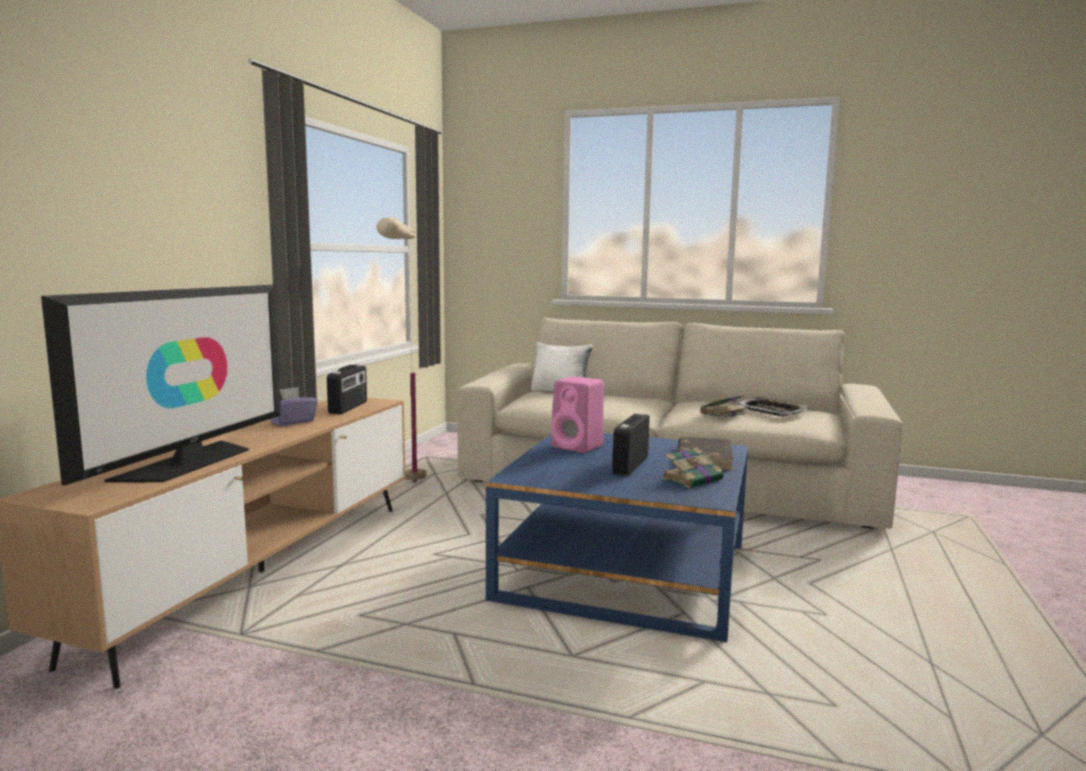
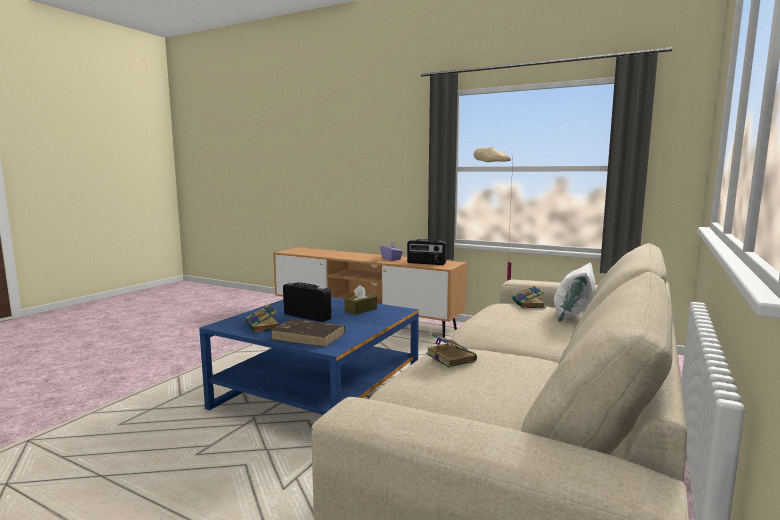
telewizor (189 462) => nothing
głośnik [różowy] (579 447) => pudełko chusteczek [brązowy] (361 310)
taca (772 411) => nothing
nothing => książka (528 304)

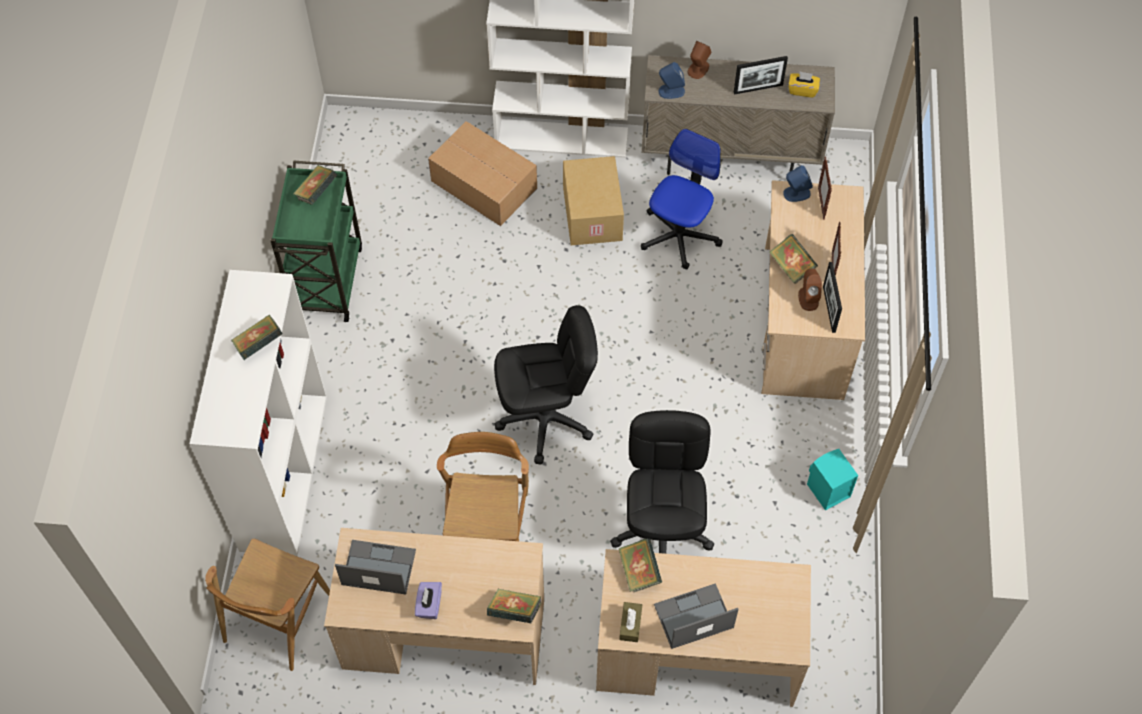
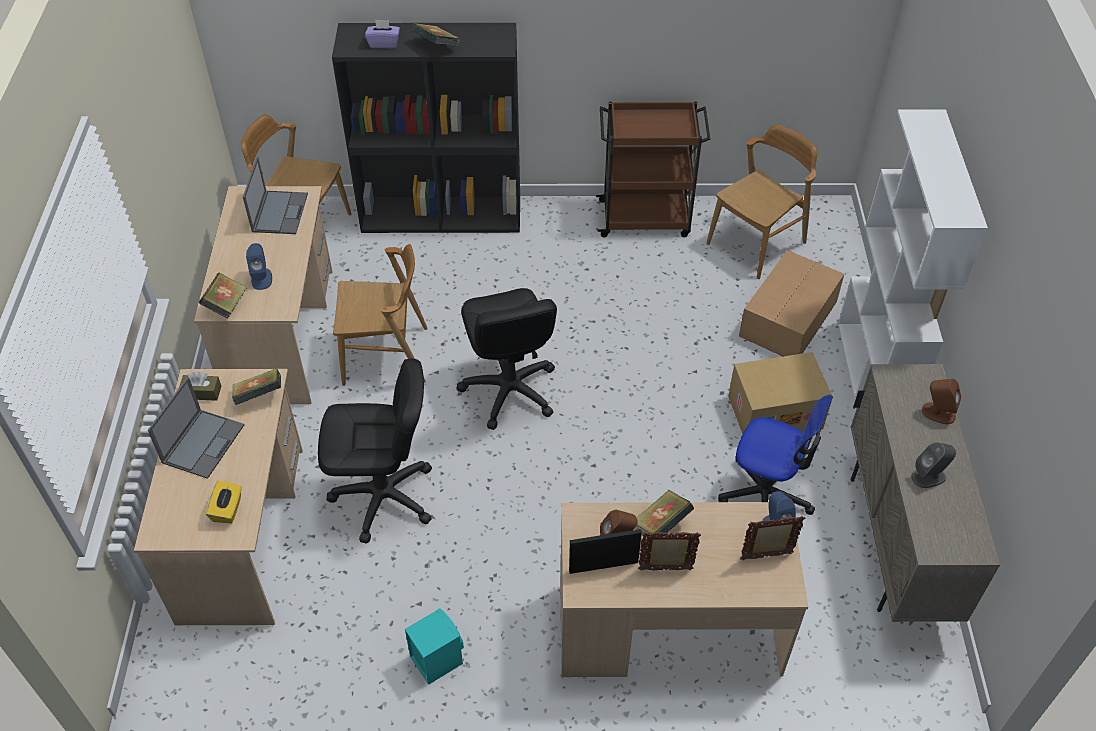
regał [biały] (283 471) => regał [czarny] (443 214)
wózek [zielony] (327 279) => wózek [brązowy] (646 218)
książka (317 192) => nothing
pudełko chusteczek [fioletowy] (429 605) => pudełko chusteczek [fioletowy] (384 43), move
laptop (692 617) => laptop (203 443), 45 degrees clockwise
głośnik [niebieski] (671 91) => głośnik [niebieski] (261 278), move
ramka na zdjęcie (758 88) => głośnik [szary] (929 476)
pudełko chusteczek [żółty] (802 90) => pudełko chusteczek [żółty] (228 510), move
nothing => krzesło [brązowy] (757 243)

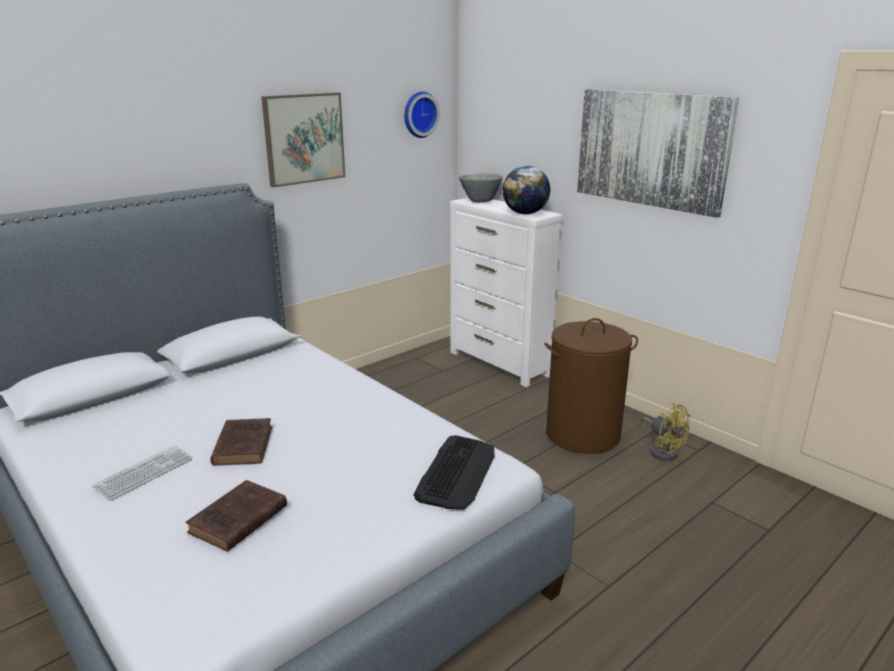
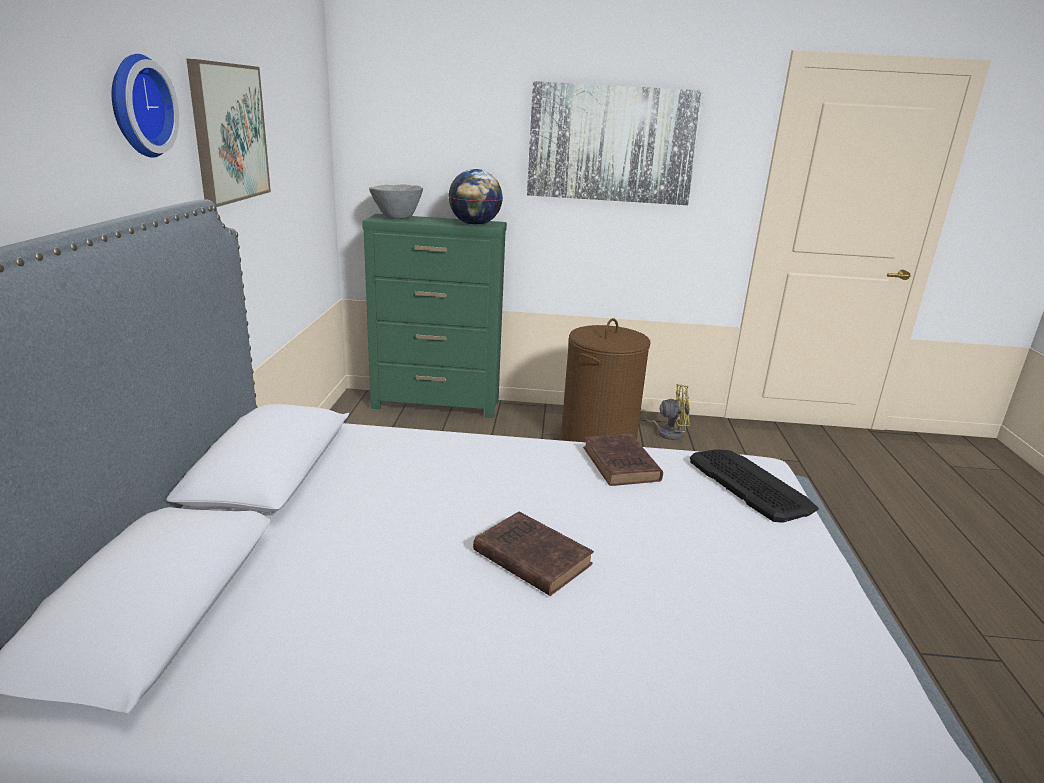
klawiatura (144 473) => nothing
książka [brązowy] (236 521) => książka [brązowy] (621 465), move
zegar ścienny (419 114) => zegar ścienny (137 106), move
komoda [biały] (499 364) => komoda [zielony] (437 405)

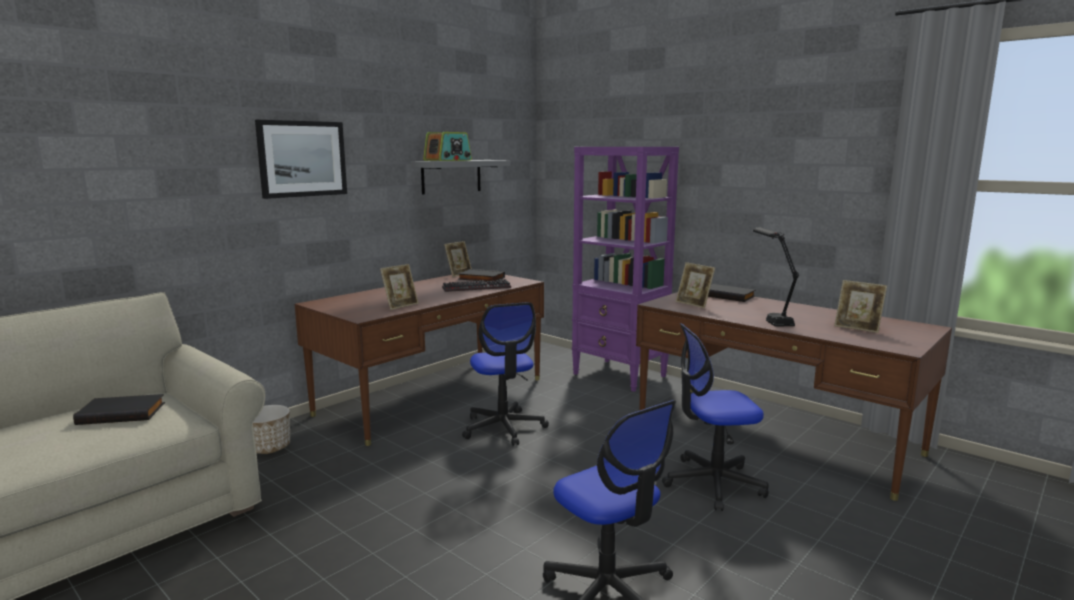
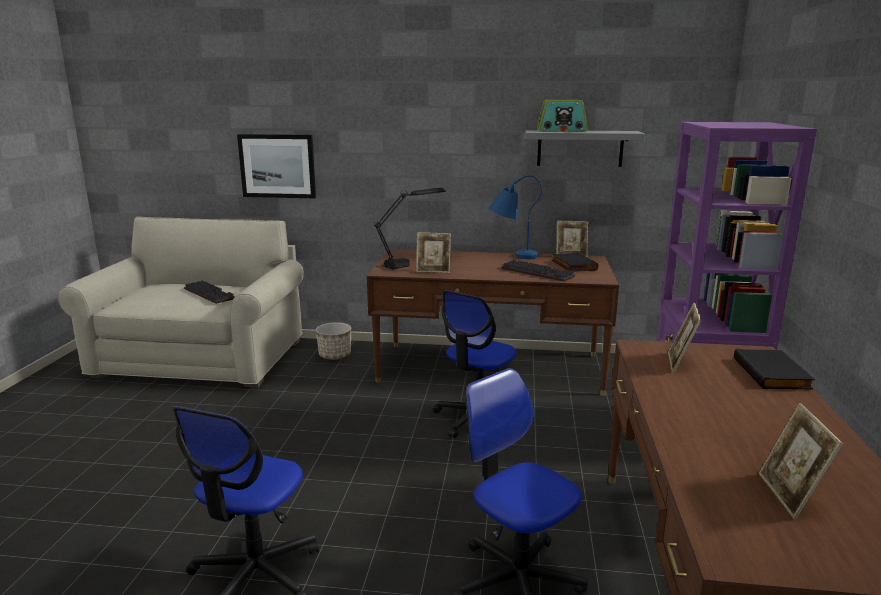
książka [czarny] (123 413) => klawiatura (211 294)
obraz (302 159) => obraz (277 166), move
lampa stołowa [czarny] (770 317) => lampa stołowa [czarny] (411 263), move
nothing => lampa stołowa [niebieski] (511 255)

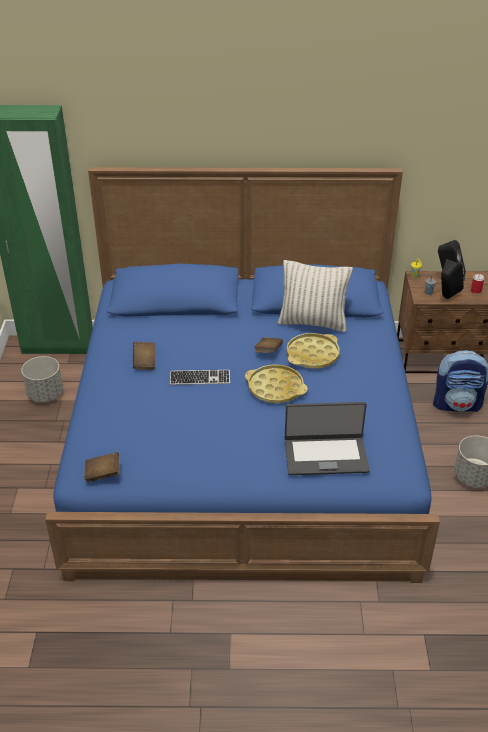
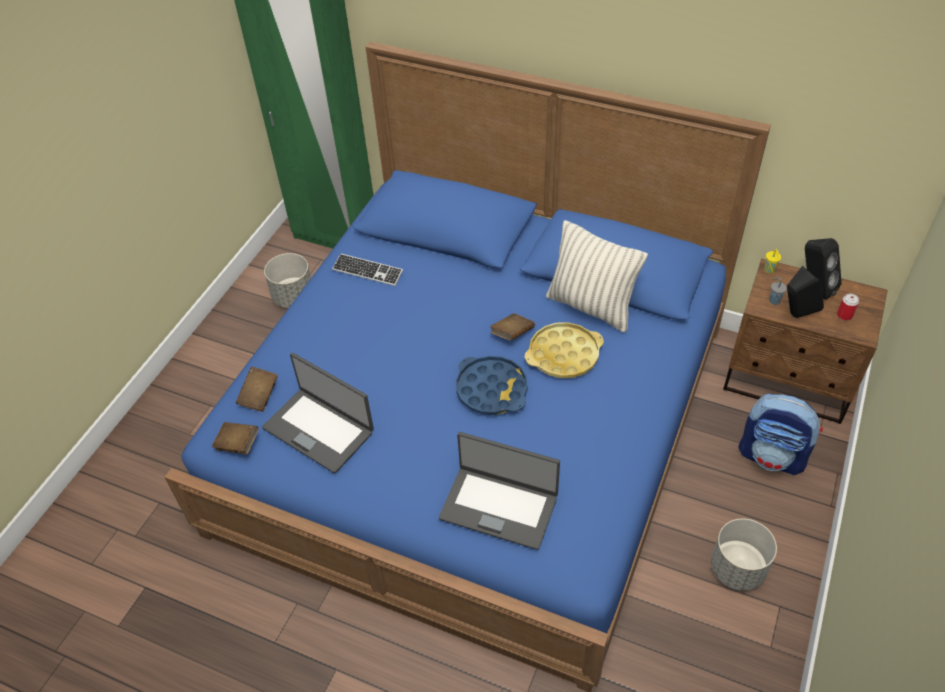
książka [brązowy] (144 362) => książka [brązowy] (259 396), move
klawiatura (200 379) => klawiatura (367 271), move
taca [żółty] (275 388) => taca [niebieski] (491 390)
nothing => laptop (319 429)

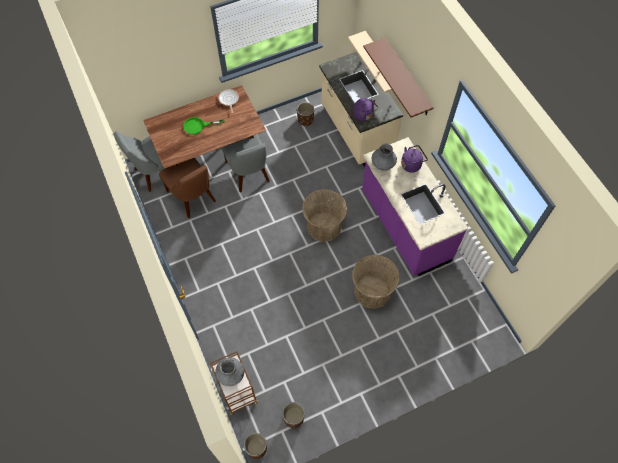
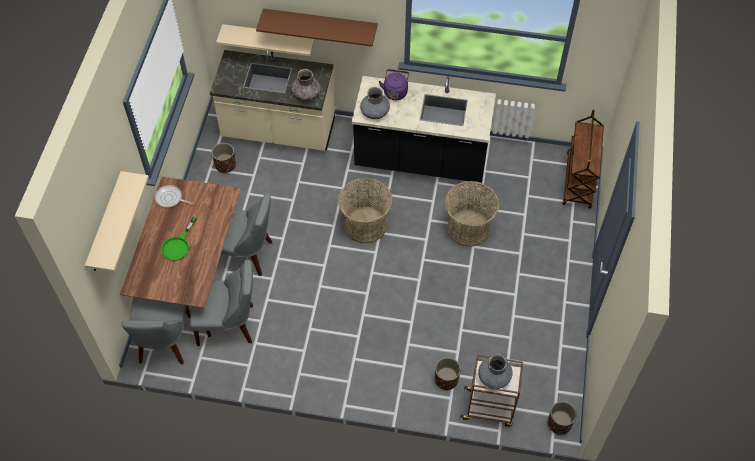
krzesło [brązowy] (192 197) => krzesło [szary] (228 324)
donica [brązowy] (293 418) => donica [brązowy] (446 380), move
czajnik [fioletowy] (364 115) => wazon [szary] (306 94)
zabudowa kuchenna [fioletowy] (404 226) => zabudowa kuchenna [czarny] (421 160)
nothing => półka [beżowy] (106 224)
nothing => wózek [brązowy] (579 181)

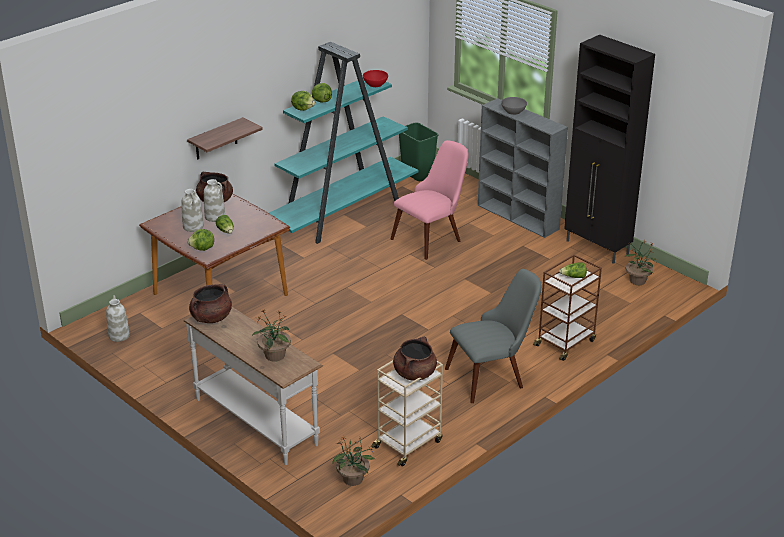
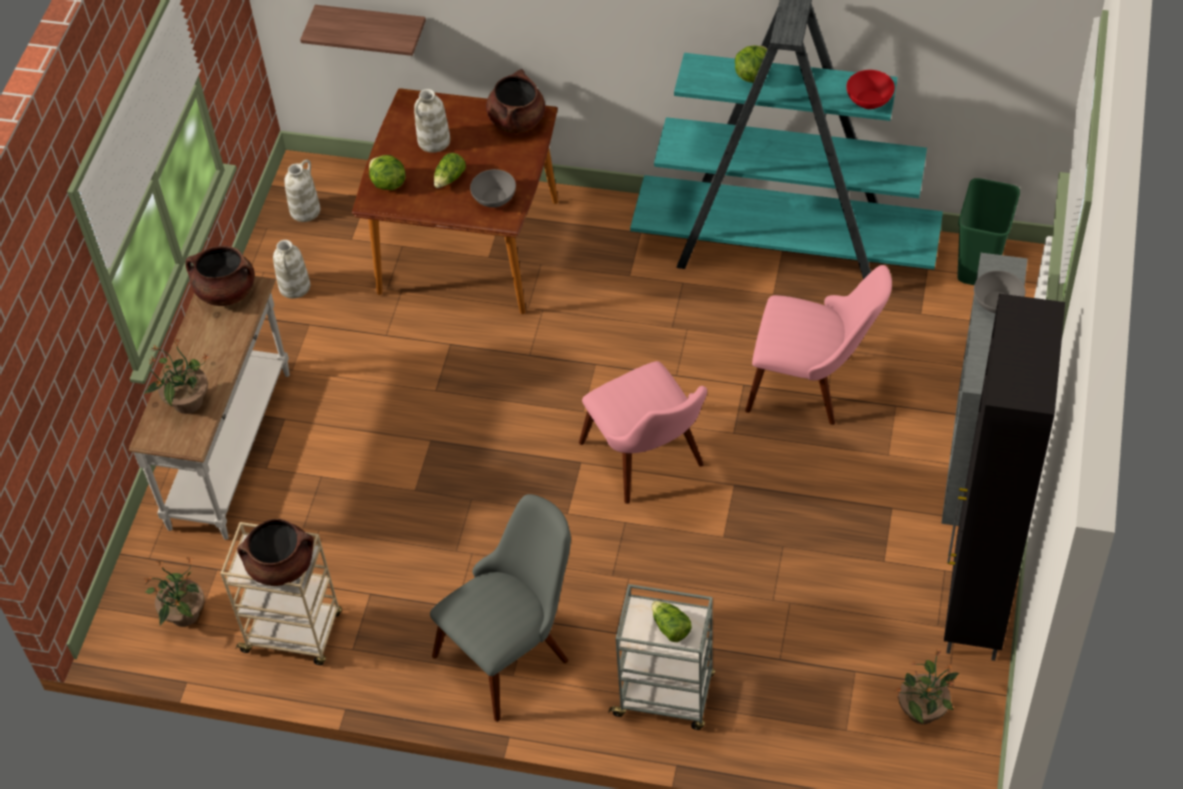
półka (216 139) => półka (372 26), move
wazon [biały] (215 217) => wazon [biały] (295 287), move
sałata (303 109) => nothing
krzesło [szary] (493 375) => krzesło [szary] (513 648), 75 degrees counterclockwise
wózek [brązowy] (565 342) => wózek [szary] (665 696)
nothing => miska [szary] (494 198)
nothing => krzesło [różowy] (651 463)

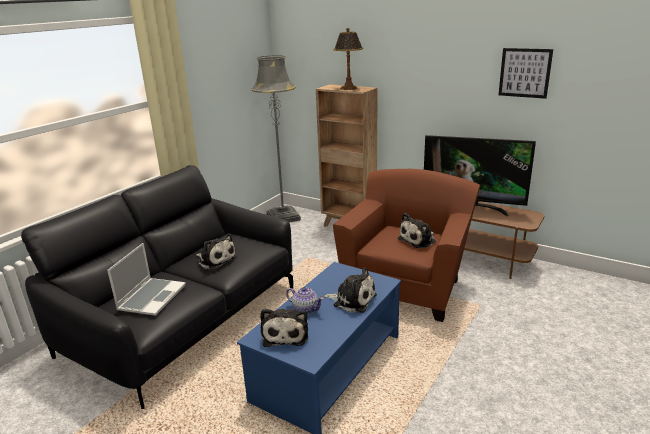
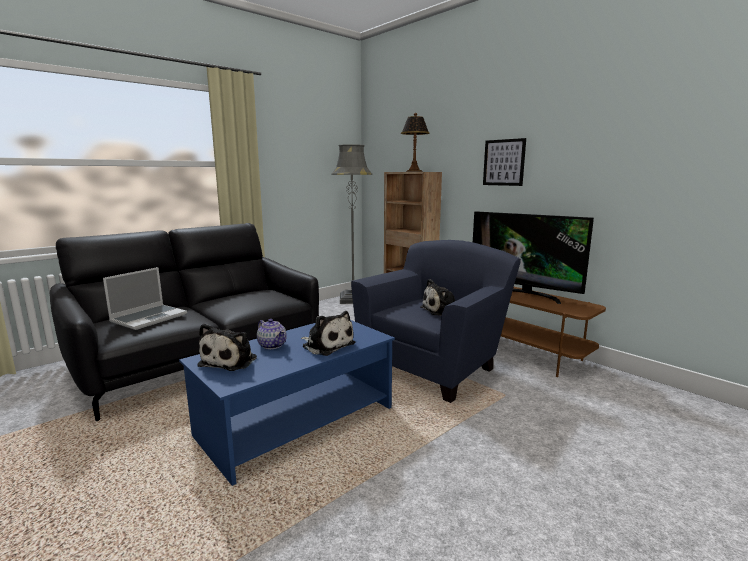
pluszak (215 260) => nothing
fotel [brązowy] (407 286) => fotel [niebieski] (433 366)
obraz (525 73) => obraz (504 162), move

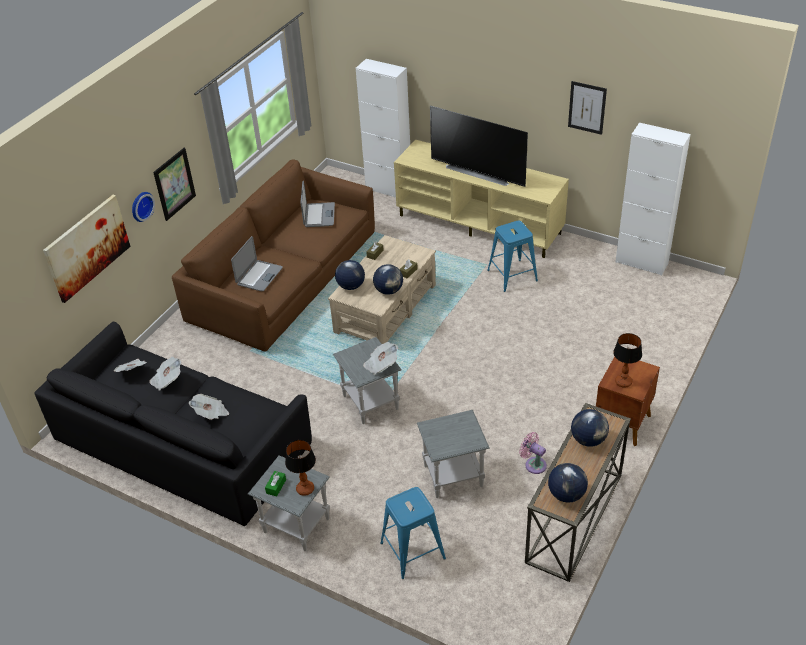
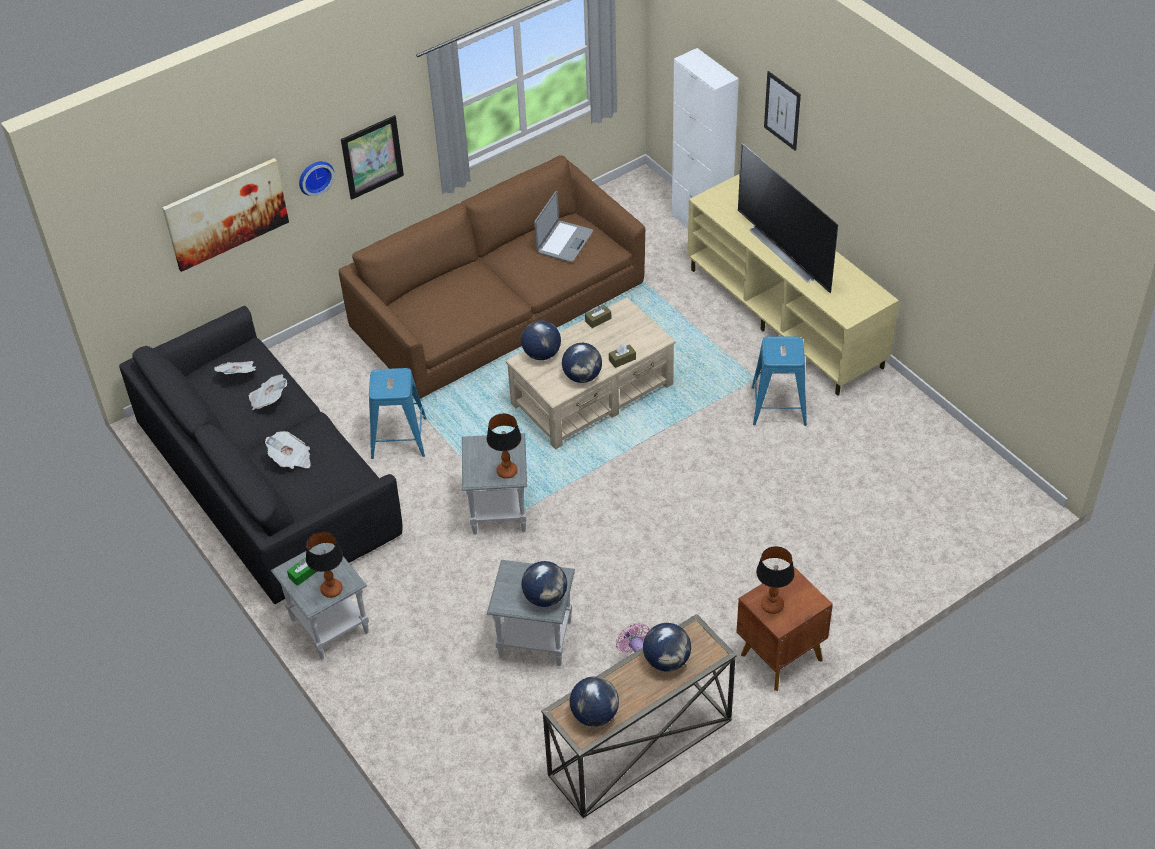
laptop (259 276) => nothing
gazeta (381 365) => lampa stołowa (506 471)
stołek [niebieski] (413 551) => stołek [niebieski] (399 438), move
obraz (587 107) => obraz (782 110), move
szafka [biały] (641 263) => nothing
nothing => globus (545 597)

